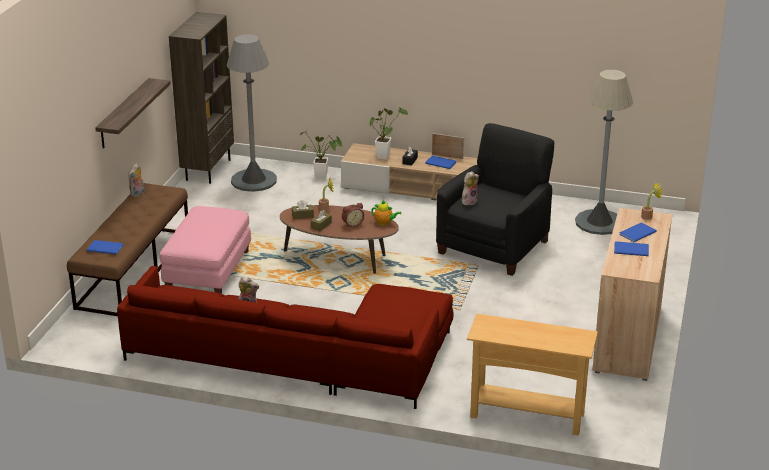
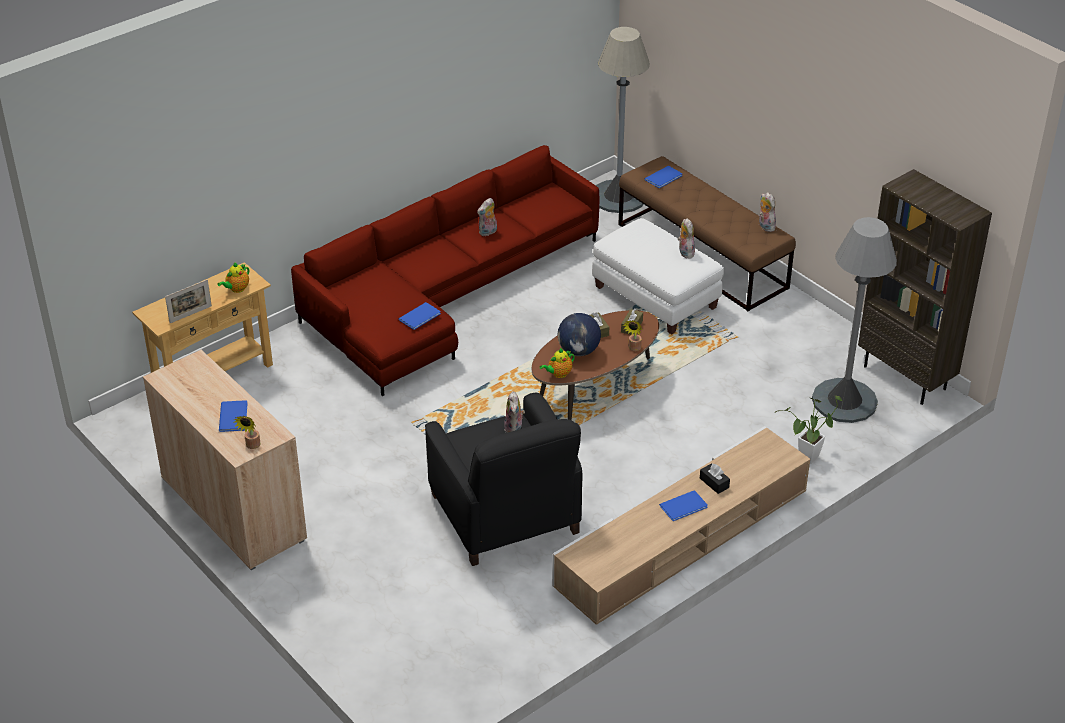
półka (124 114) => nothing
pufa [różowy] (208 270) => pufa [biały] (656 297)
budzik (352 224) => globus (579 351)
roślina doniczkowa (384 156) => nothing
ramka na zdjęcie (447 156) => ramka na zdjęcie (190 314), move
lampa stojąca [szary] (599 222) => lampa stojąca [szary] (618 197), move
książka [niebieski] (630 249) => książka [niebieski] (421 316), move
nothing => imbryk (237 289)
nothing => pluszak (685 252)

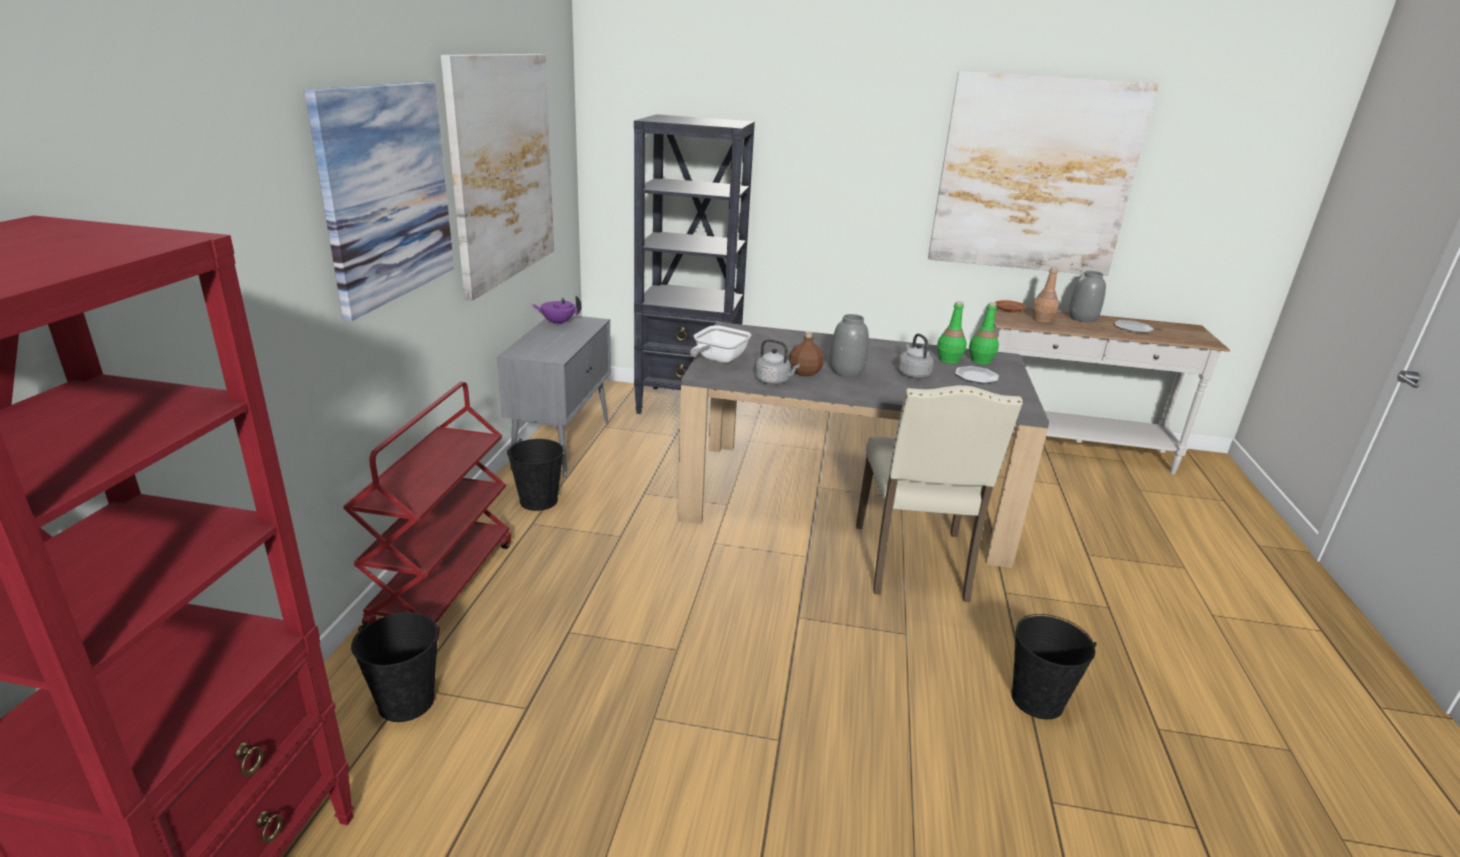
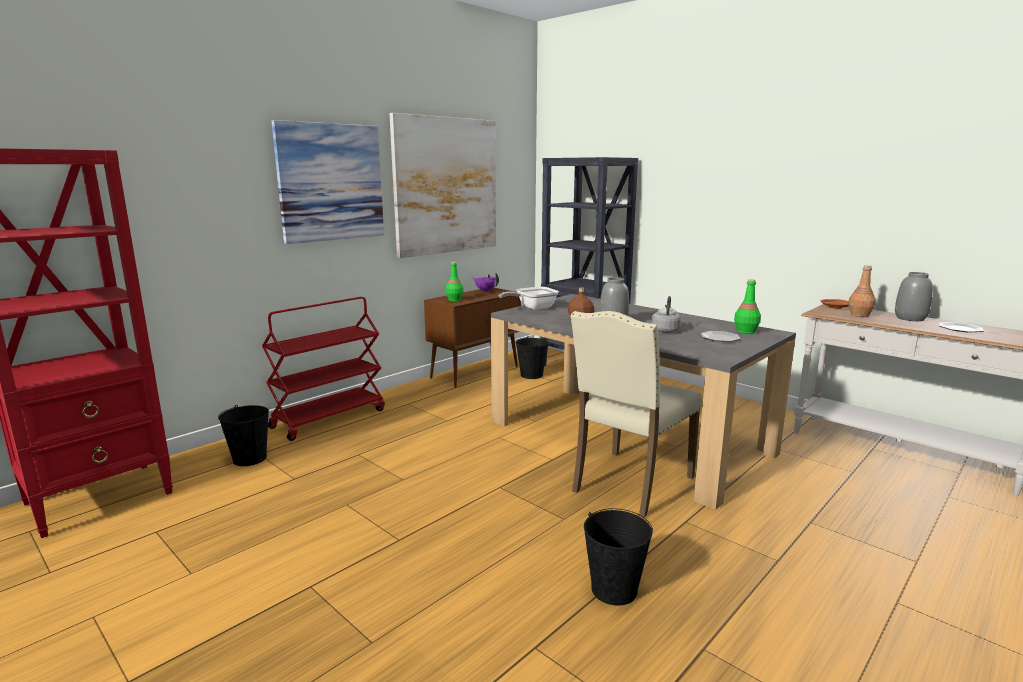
szafka [szary] (562 443) => szafka [brązowy] (475 372)
wiadro [czarny] (539 500) => wiadro [czarny] (531 375), move
czajnik [szary] (774 381) => nothing
obraz (1034 176) => nothing
butelka [zielony] (949 360) => butelka [zielony] (454 300), move

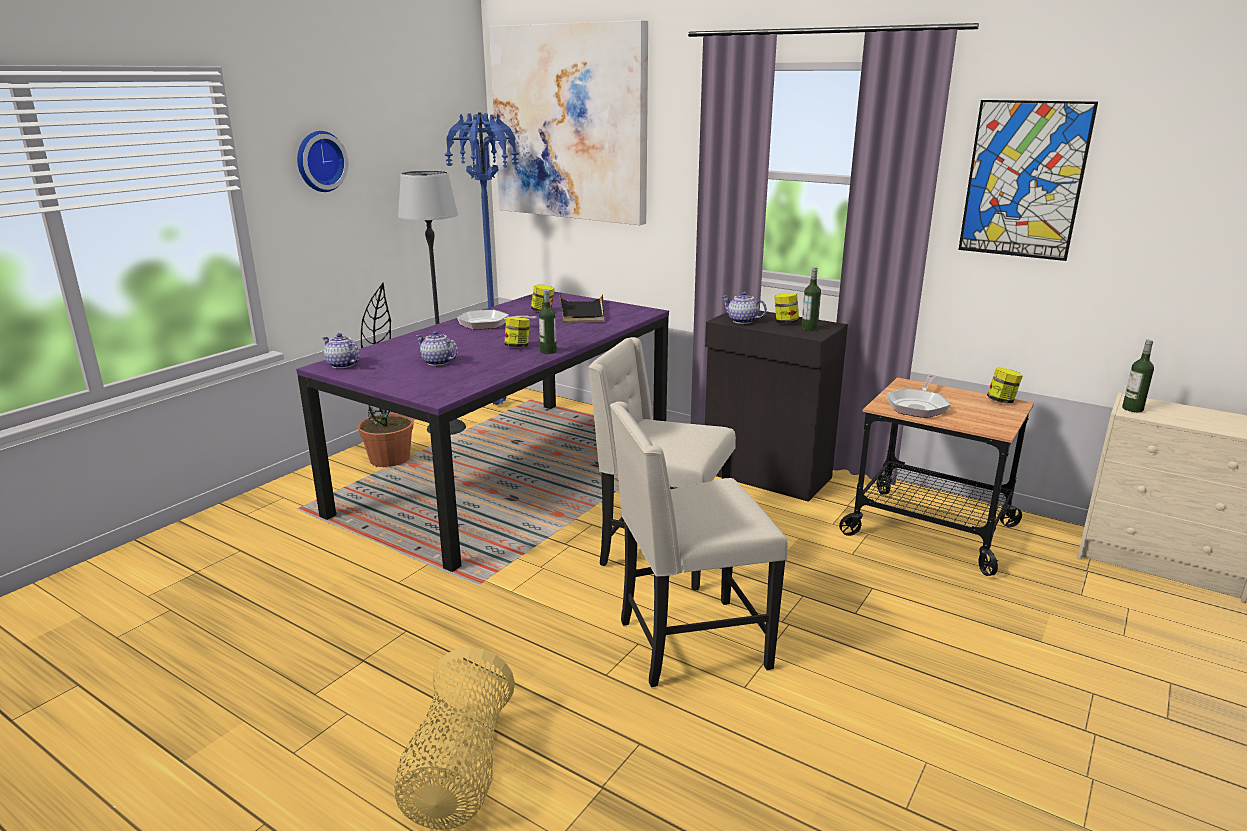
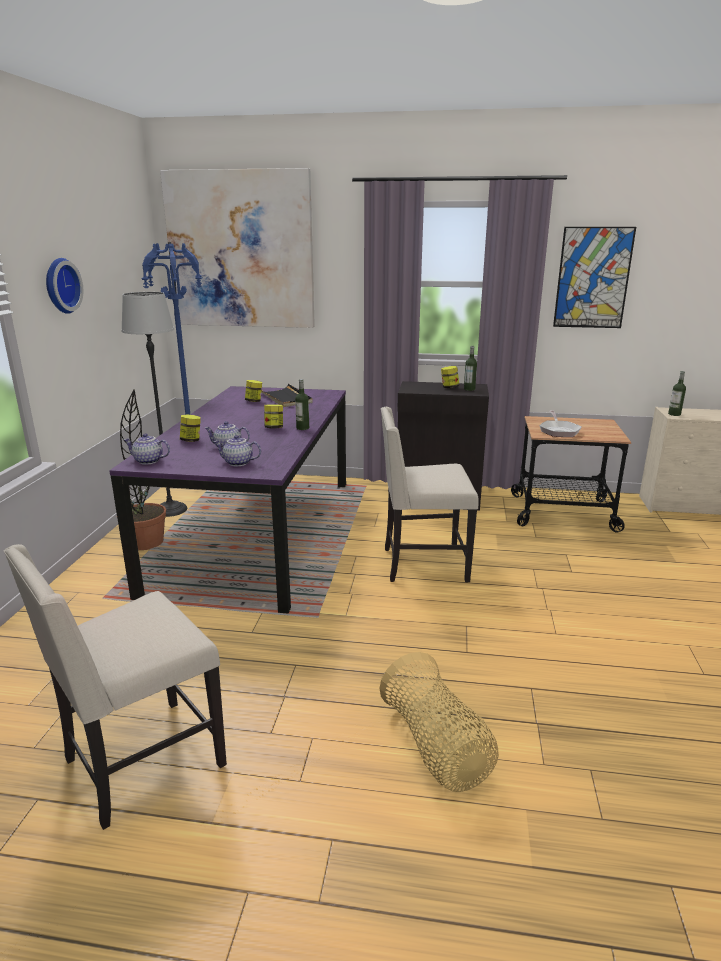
patelnia (488 324) => nothing
krzesło [beżowy] (689 644) => krzesło [beżowy] (141 763), move
imbryk (742 321) => imbryk (238 463), move
słoik (1001 401) => słoik (191 440), move

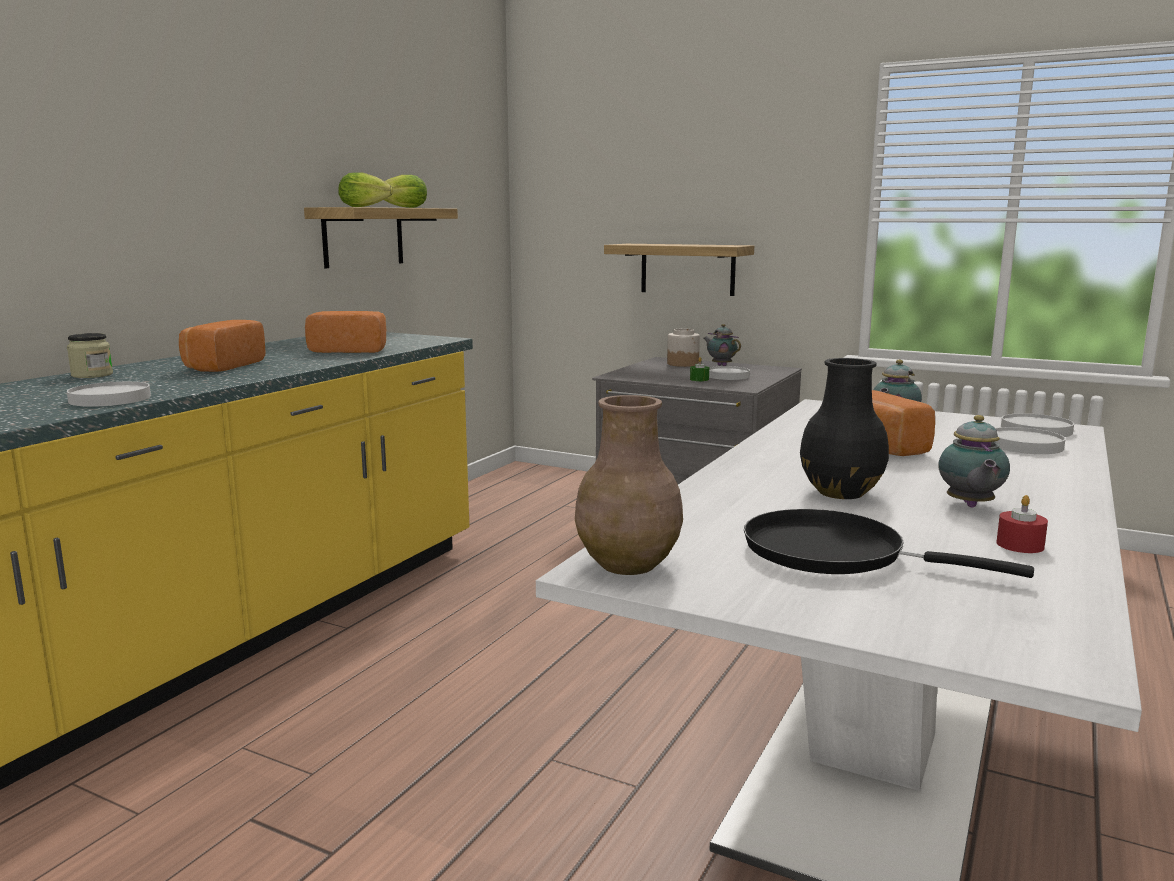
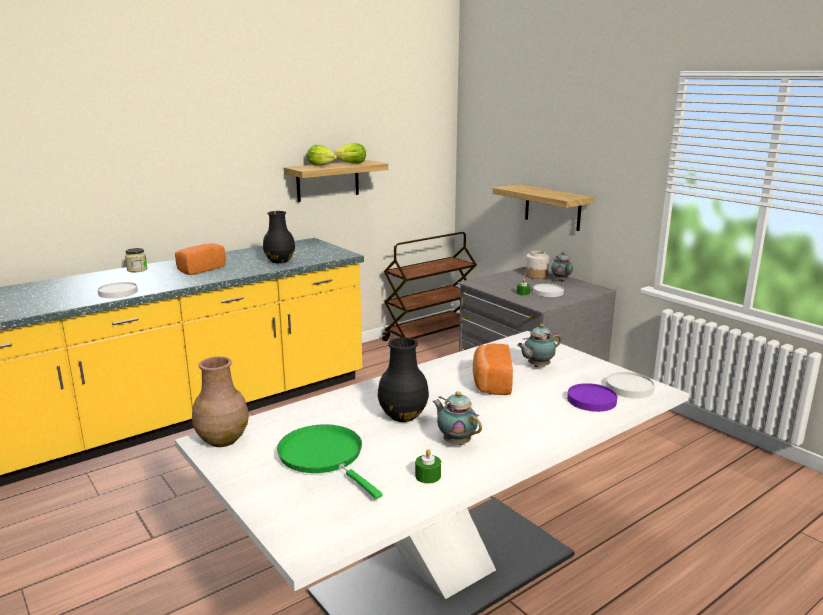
chleb (350 350) => wazon [czarny] (280 261)
patelnia [czarny] (835 553) => patelnia [zielony] (324 457)
imbryk (969 506) => imbryk (455 442), 105 degrees clockwise
talerz [biały] (1025 445) => talerz [fioletowy] (591 400)
świeca [czerwony] (1020 545) => świeca [zielony] (428 476)
nothing => wózek [brązowy] (429 335)

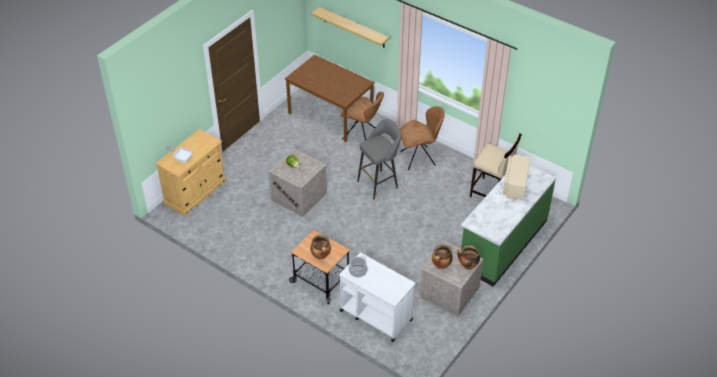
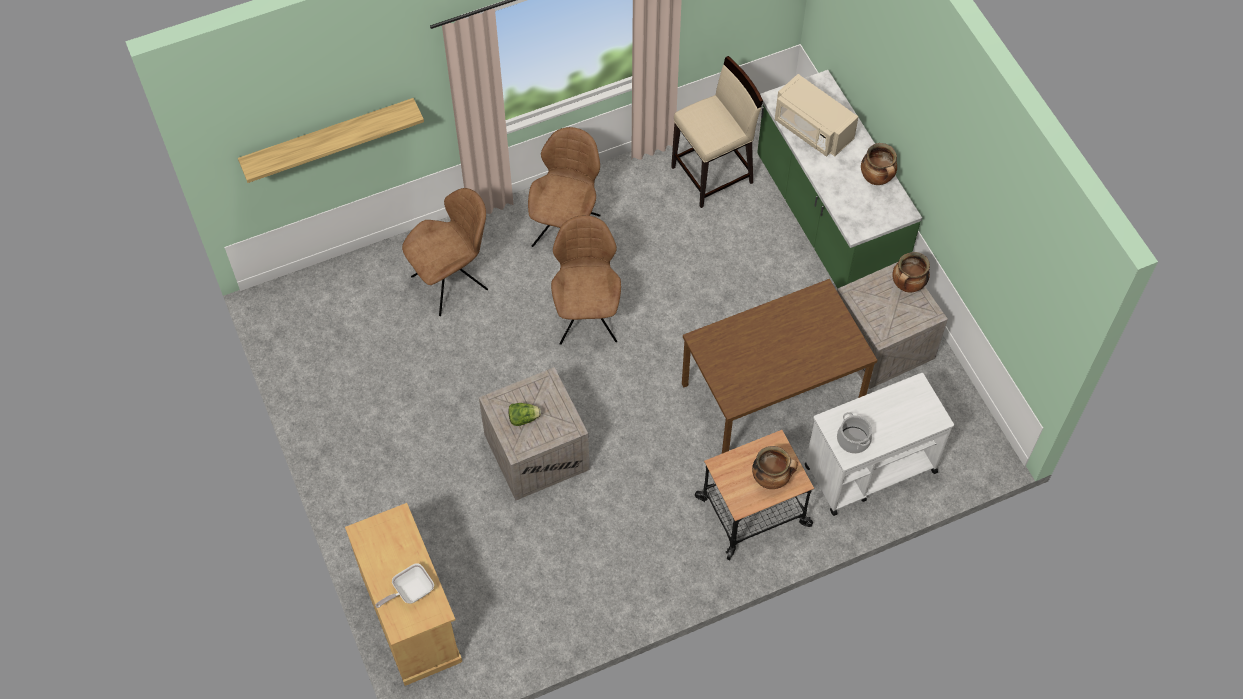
stół jadalny [brązowy] (331 115) => stół jadalny [brązowy] (772 394), move
stołek [szary] (379 183) => krzesło [brązowy] (587 316)
garnek (441 265) => garnek (877 179), move

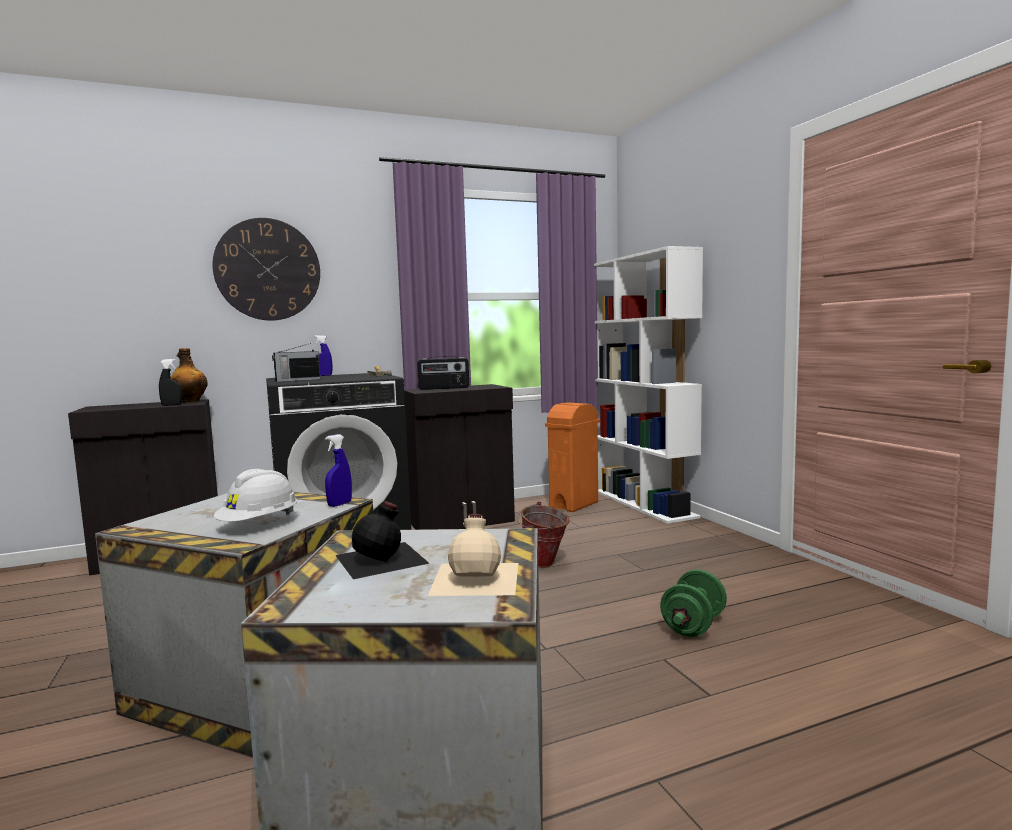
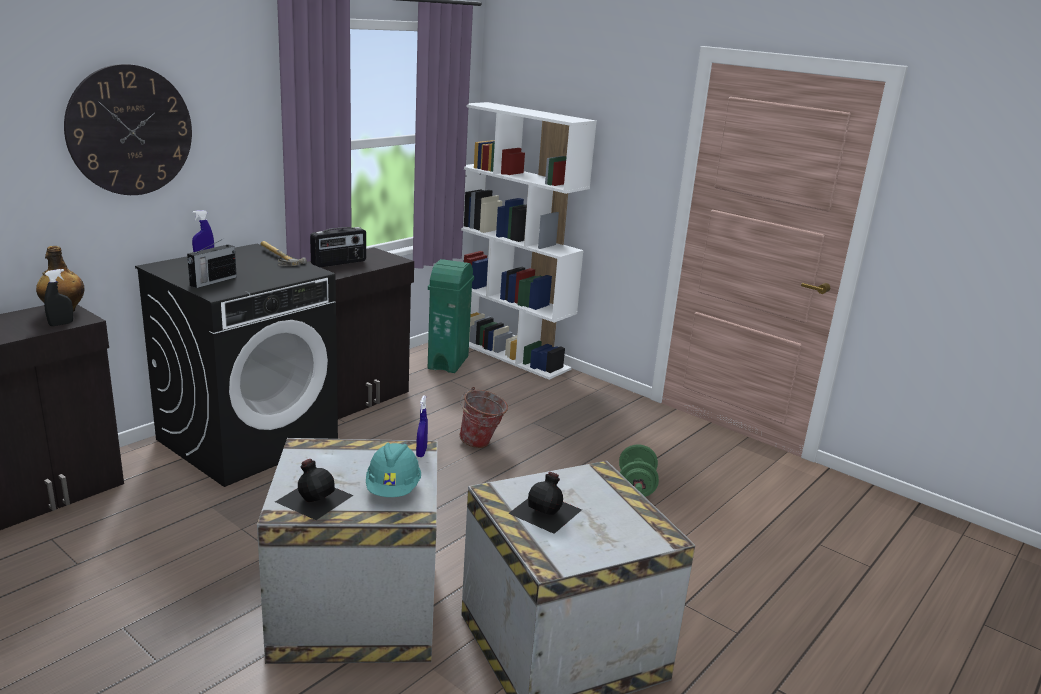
kask [biały] (259 524) => kask [turkusowy] (393 489)
butelka [beżowy] (477 577) => nothing
kosz na śmieci [pomarańczowy] (574 505) => kosz na śmieci [zielony] (448 362)
nothing => butelka [czarny] (314 497)

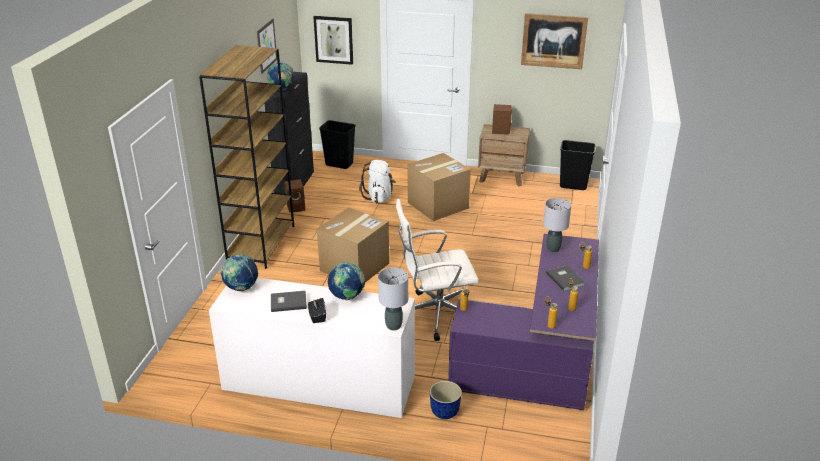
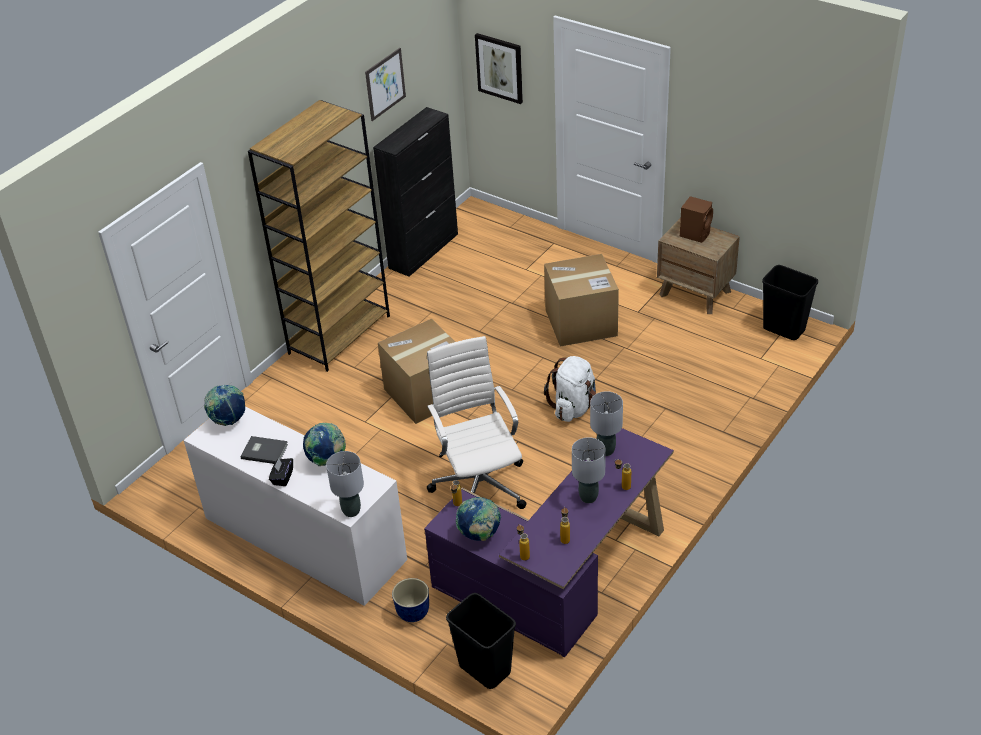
globus (282 89) => globus (480 534), move
głośnik [brązowy] (296 207) => nothing
kosz na śmieci [czarny] (339 164) => kosz na śmieci [czarny] (484 669), move
plecak [biały] (379 197) => plecak [biały] (573 407), move
krzesło biurowe [biały] (435 314) => krzesło biurowe [biały] (479 484), 60 degrees clockwise
obraz (553 41) => nothing
książka [szary] (565 278) => lampa stołowa [szary] (588 497)

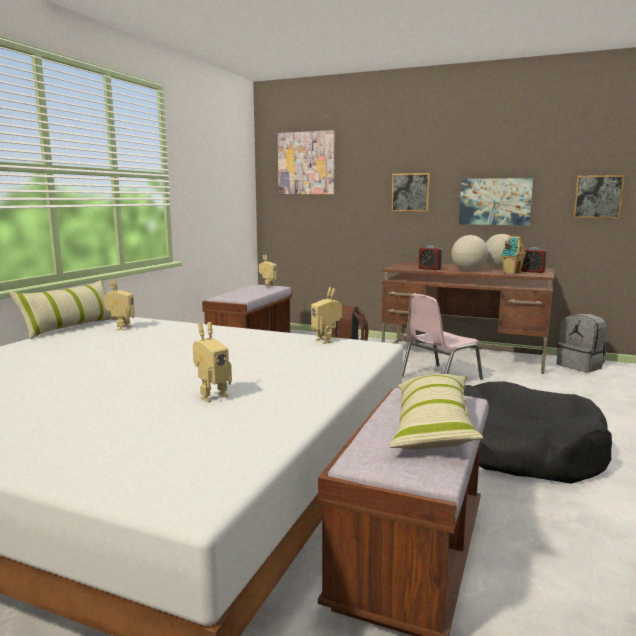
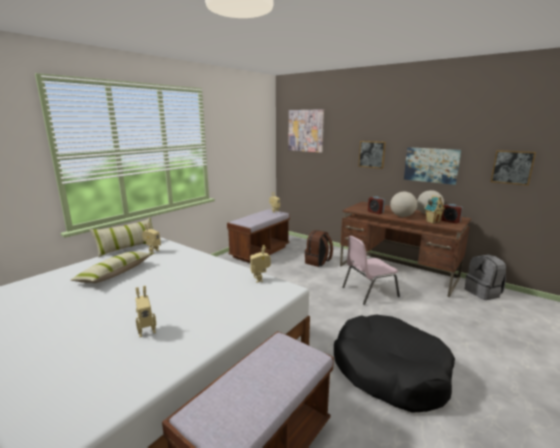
poduszka (432 426) => poduszka (115 273), move

